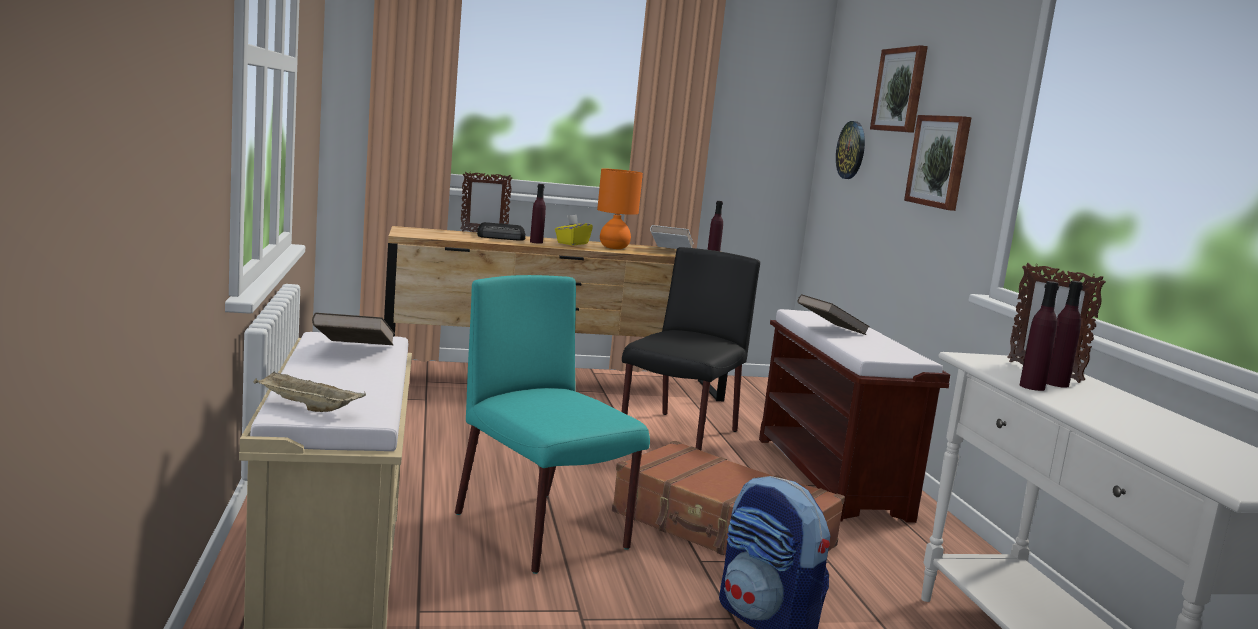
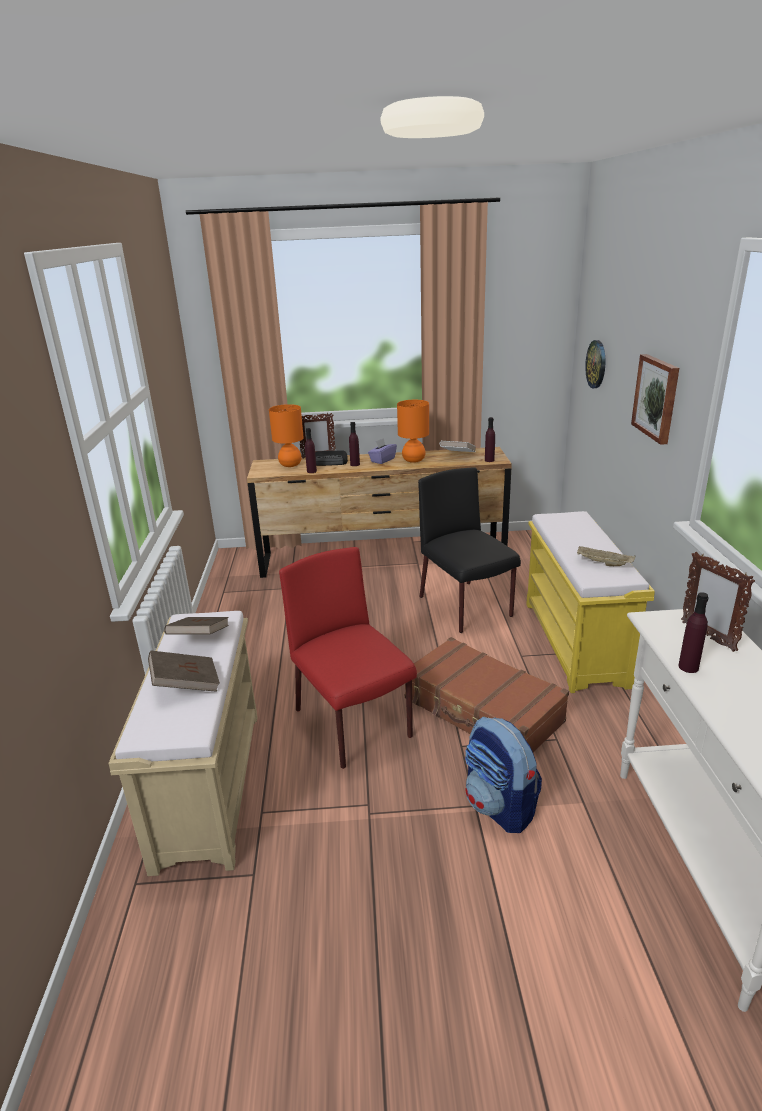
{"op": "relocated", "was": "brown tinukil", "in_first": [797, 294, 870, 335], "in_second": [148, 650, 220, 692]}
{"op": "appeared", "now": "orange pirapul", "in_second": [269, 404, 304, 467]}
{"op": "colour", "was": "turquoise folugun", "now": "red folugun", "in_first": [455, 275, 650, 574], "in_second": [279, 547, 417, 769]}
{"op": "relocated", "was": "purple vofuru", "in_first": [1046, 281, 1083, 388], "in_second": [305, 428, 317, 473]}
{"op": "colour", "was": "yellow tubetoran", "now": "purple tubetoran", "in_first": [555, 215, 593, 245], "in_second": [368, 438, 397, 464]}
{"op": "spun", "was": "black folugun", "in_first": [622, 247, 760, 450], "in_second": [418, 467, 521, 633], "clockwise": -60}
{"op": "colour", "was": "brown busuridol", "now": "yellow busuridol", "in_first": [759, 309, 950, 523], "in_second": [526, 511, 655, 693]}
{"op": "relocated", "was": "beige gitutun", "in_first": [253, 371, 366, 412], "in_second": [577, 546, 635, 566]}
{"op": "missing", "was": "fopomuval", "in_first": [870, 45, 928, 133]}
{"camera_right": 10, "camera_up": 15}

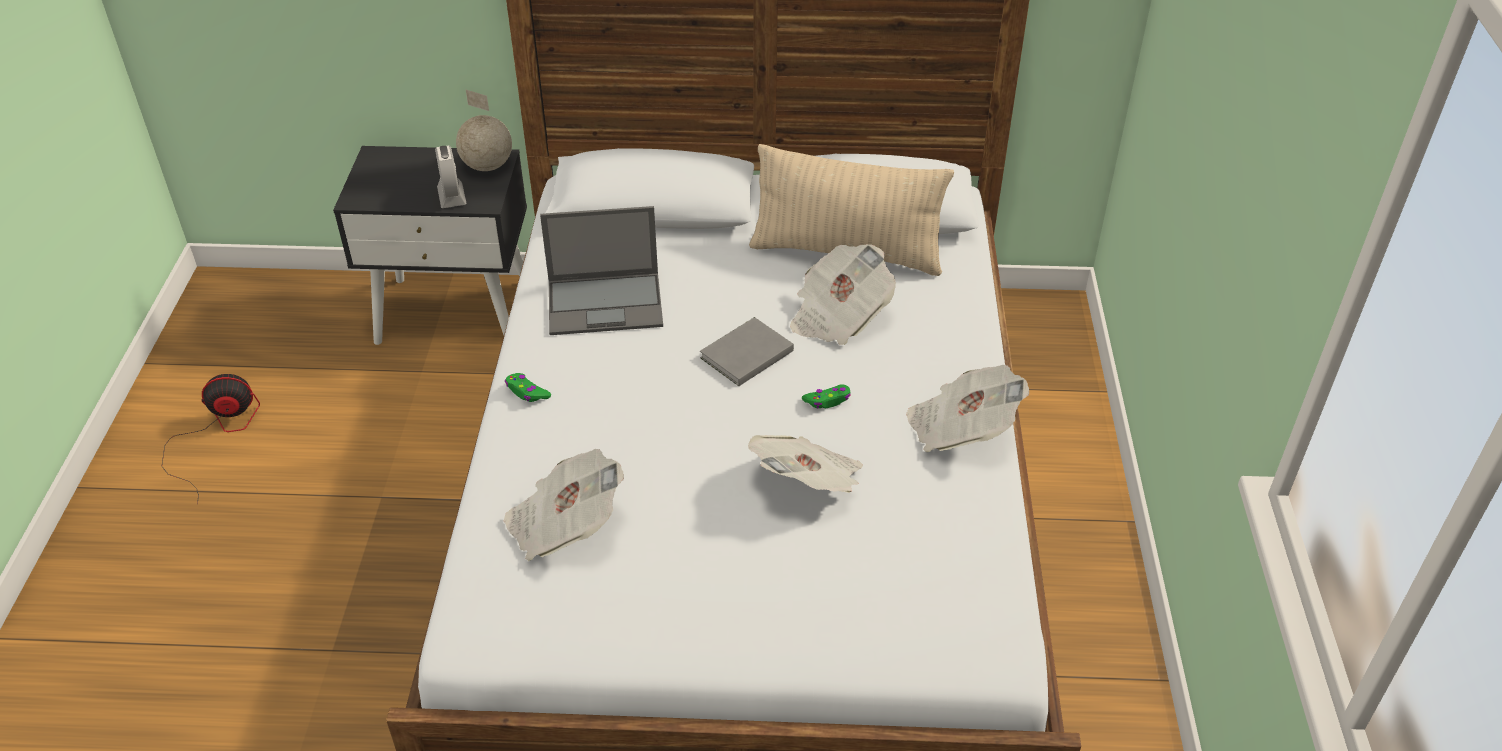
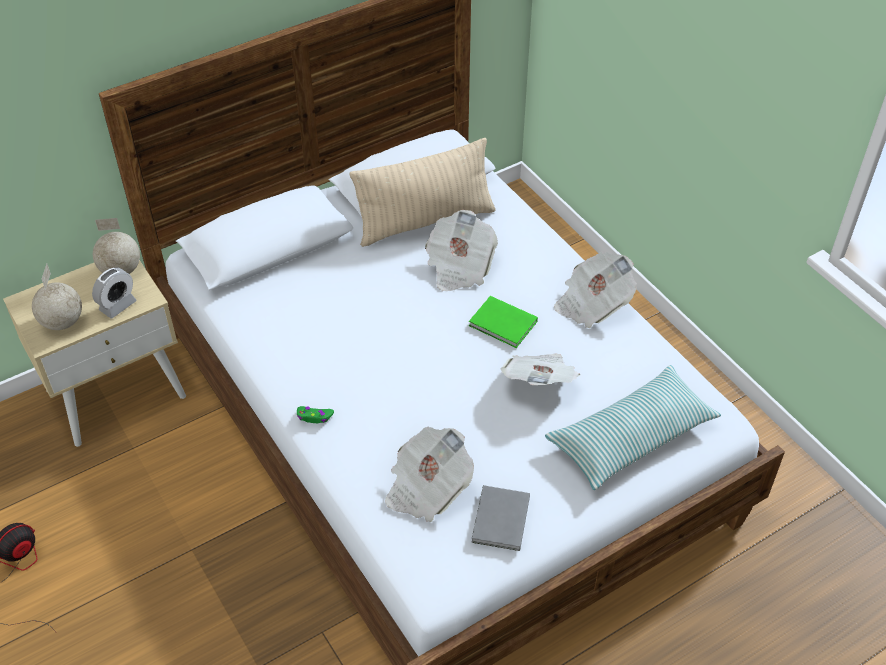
{"op": "colour", "was": "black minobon", "now": "beige minobon", "in_first": [333, 146, 527, 345], "in_second": [3, 260, 186, 447]}
{"op": "appeared", "now": "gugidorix", "in_second": [32, 264, 82, 330]}
{"op": "spun", "was": "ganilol", "in_first": [435, 145, 467, 208], "in_second": [92, 268, 137, 318], "clockwise": 90}
{"op": "exchanged", "was": "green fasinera", "now": "green tinukil", "in_first": [802, 384, 851, 408], "in_second": [469, 296, 538, 348]}
{"op": "relocated", "was": "grey tinukil", "in_first": [700, 317, 794, 386], "in_second": [472, 485, 530, 551]}
{"op": "appeared", "now": "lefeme", "in_second": [545, 365, 721, 490]}
{"op": "missing", "was": "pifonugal", "in_first": [540, 206, 663, 335]}
{"camera_right": -35, "camera_up": 5}

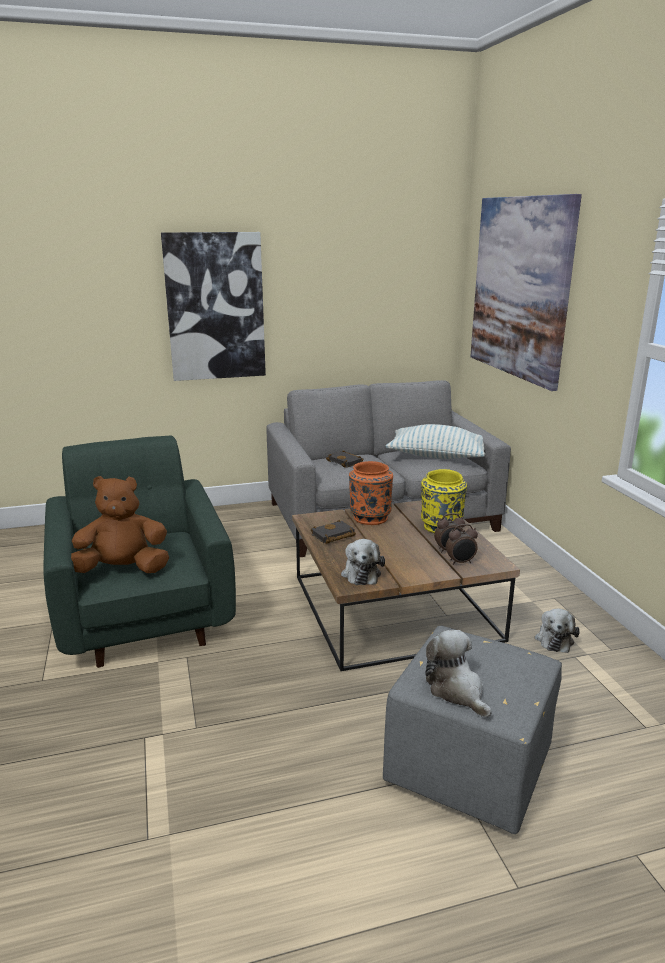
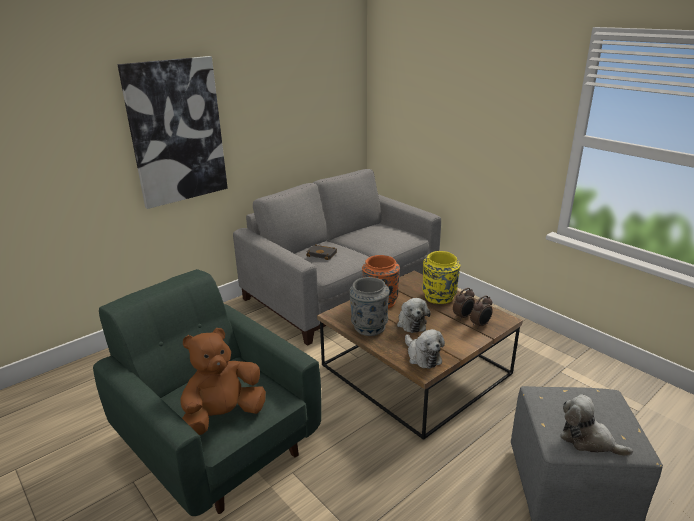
{"op": "exchanged", "was": "black tinukil", "now": "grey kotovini", "in_first": [311, 520, 356, 544], "in_second": [349, 277, 390, 336]}
{"op": "relocated", "was": "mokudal", "in_first": [535, 609, 580, 653], "in_second": [397, 298, 430, 333]}
{"op": "missing", "was": "lefeme", "in_first": [386, 424, 485, 459]}
{"op": "missing", "was": "fopomuval", "in_first": [470, 194, 582, 391]}
{"camera_right": -25, "camera_up": 5}

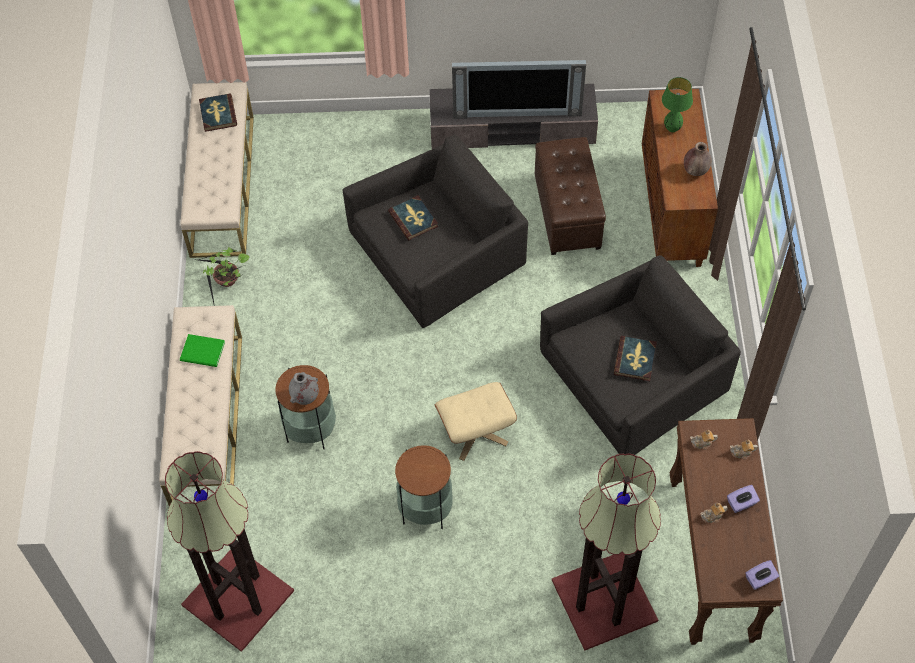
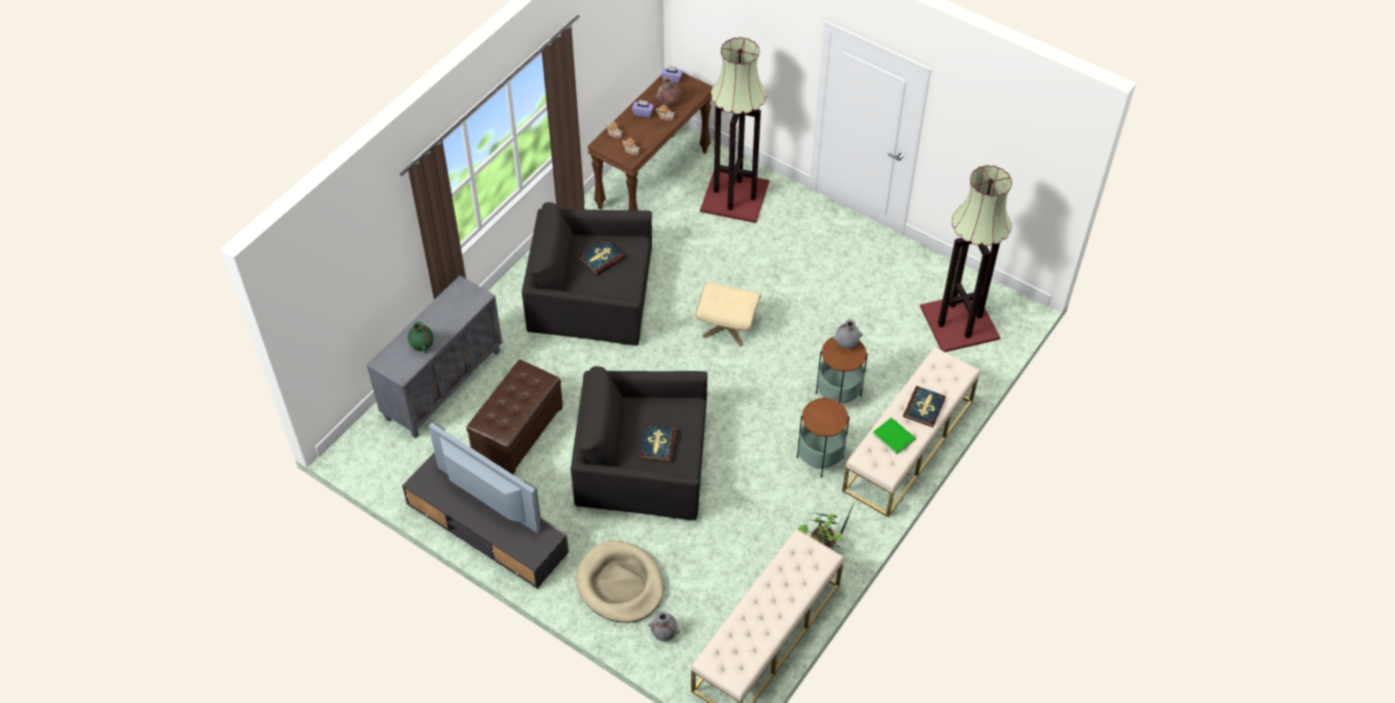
{"op": "colour", "was": "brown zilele", "now": "grey zilele", "in_first": [642, 89, 718, 267], "in_second": [367, 275, 502, 438]}
{"op": "exchanged", "was": "green pirapul", "now": "green kotovini", "in_first": [662, 77, 693, 132], "in_second": [408, 321, 433, 351]}
{"op": "appeared", "now": "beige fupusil", "in_second": [576, 540, 664, 623]}
{"op": "appeared", "now": "grey kotovini", "in_second": [649, 611, 680, 641]}
{"op": "relocated", "was": "brown kotovini", "in_first": [684, 142, 712, 176], "in_second": [655, 77, 682, 106]}
{"op": "relocated", "was": "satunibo", "in_first": [395, 445, 453, 529], "in_second": [797, 397, 850, 478]}
{"op": "relocated", "was": "tinukil", "in_first": [199, 94, 237, 132], "in_second": [903, 386, 946, 427]}
{"camera_right": -145, "camera_up": -5}

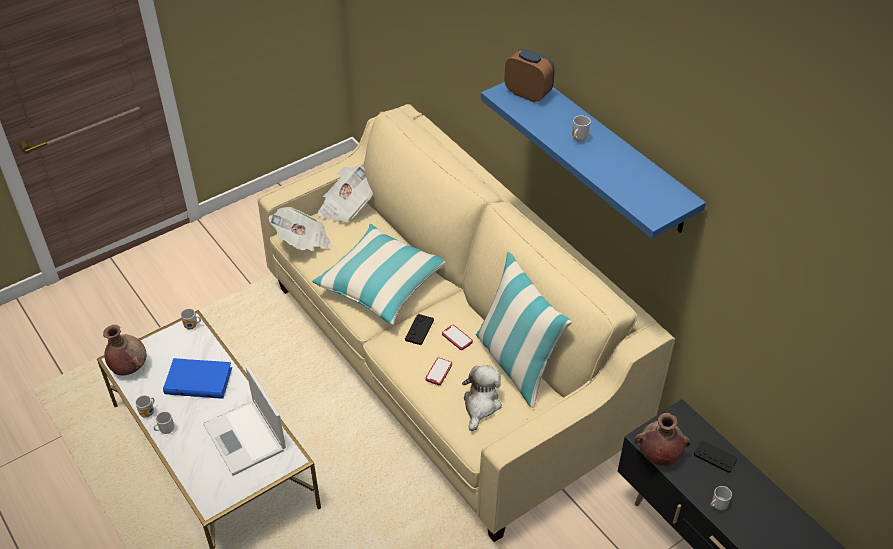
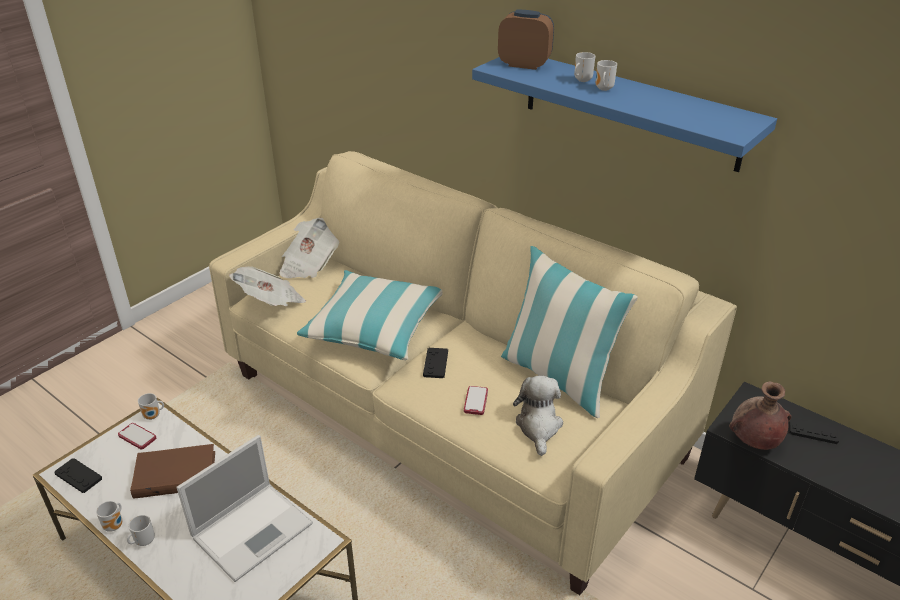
{"op": "exchanged", "was": "brown kotovini", "now": "black fasinera", "in_first": [103, 325, 147, 376], "in_second": [54, 458, 102, 493]}
{"op": "relocated", "was": "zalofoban", "in_first": [442, 325, 473, 350], "in_second": [118, 423, 156, 450]}
{"op": "colour", "was": "blue tinukil", "now": "brown tinukil", "in_first": [163, 358, 232, 399], "in_second": [130, 444, 215, 499]}
{"op": "spun", "was": "pifonugal", "in_first": [203, 366, 286, 476], "in_second": [176, 435, 313, 582], "clockwise": -90}
{"op": "relocated", "was": "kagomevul", "in_first": [710, 486, 732, 510], "in_second": [575, 52, 595, 82]}
{"camera_right": -15, "camera_up": -10}

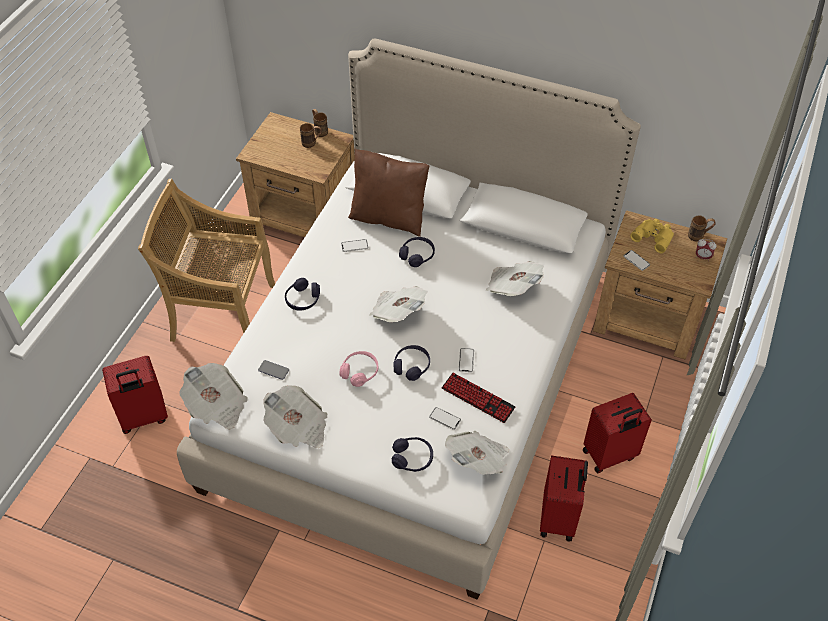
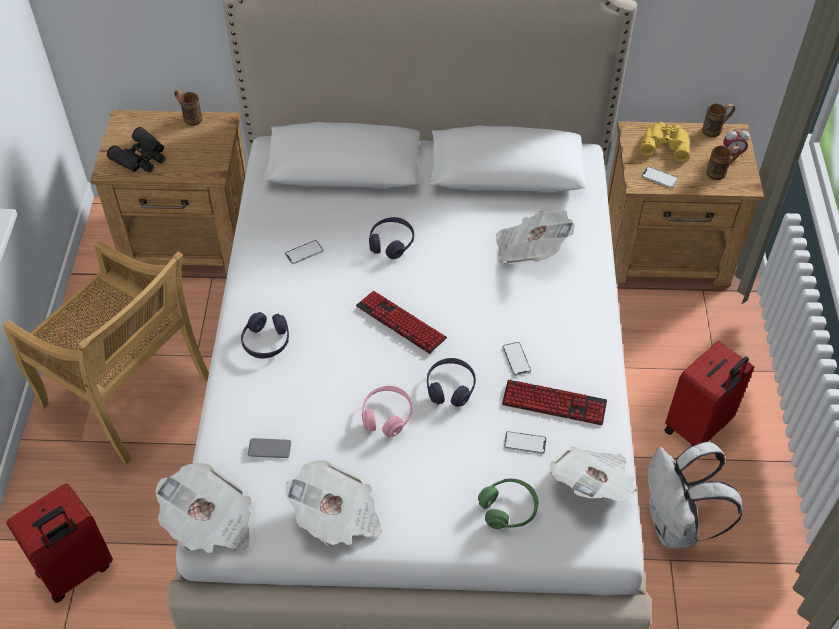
{"op": "spun", "was": "beige folugun", "in_first": [138, 179, 275, 342], "in_second": [3, 241, 209, 464], "clockwise": -135}
{"op": "appeared", "now": "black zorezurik", "in_second": [107, 127, 165, 172]}
{"op": "exchanged", "was": "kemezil", "now": "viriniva", "in_first": [370, 286, 428, 322], "in_second": [356, 291, 447, 354]}
{"op": "colour", "was": "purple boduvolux", "now": "green boduvolux", "in_first": [391, 437, 433, 472], "in_second": [478, 479, 538, 529]}
{"op": "exchanged", "was": "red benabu", "now": "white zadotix", "in_first": [540, 455, 588, 542], "in_second": [648, 441, 743, 548]}
{"op": "relocated", "was": "brown kagomevul", "in_first": [300, 123, 322, 148], "in_second": [706, 145, 741, 180]}
{"op": "missing", "was": "brown lefeme", "in_first": [348, 149, 430, 237]}
{"camera_right": -20, "camera_up": 0}

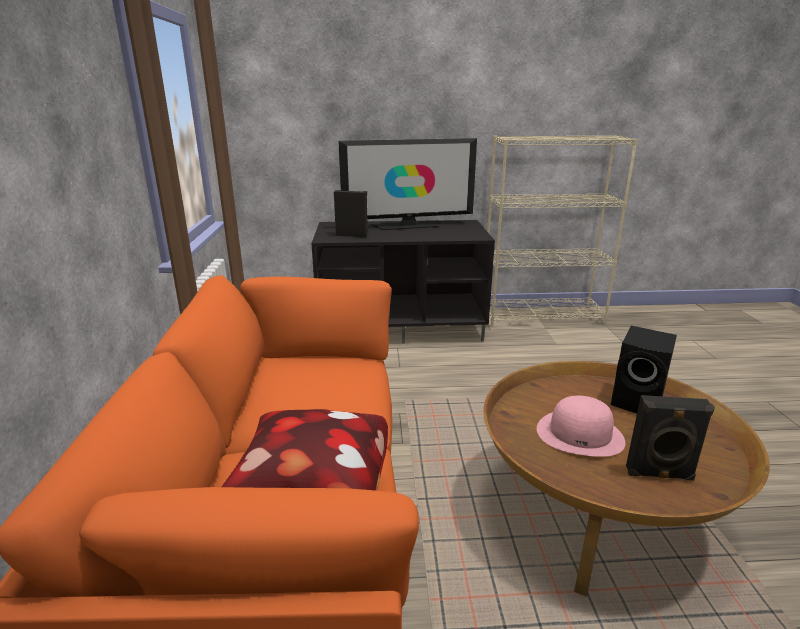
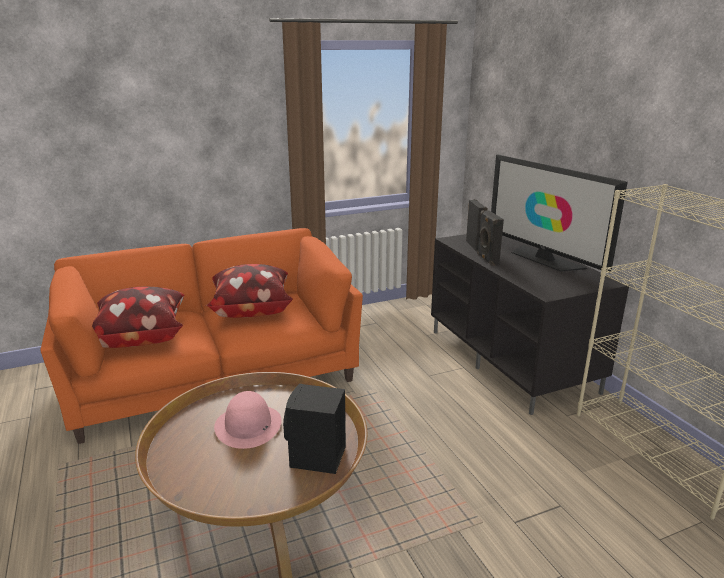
{"op": "appeared", "now": "lefeme", "in_second": [206, 264, 293, 318]}
{"op": "relocated", "was": "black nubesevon", "in_first": [626, 395, 715, 481], "in_second": [477, 210, 504, 266]}
{"camera_right": 70, "camera_up": 0}

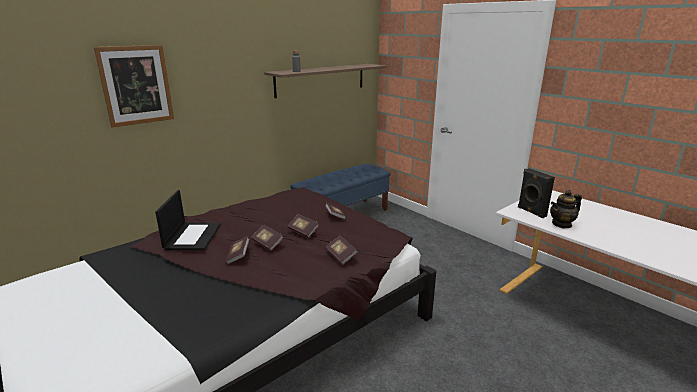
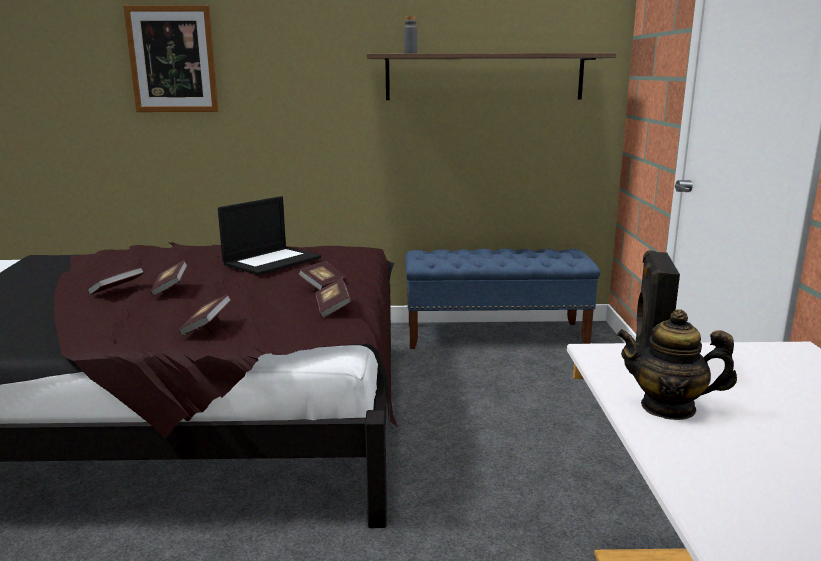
{"op": "relocated", "was": "pifonugal", "in_first": [155, 190, 221, 250], "in_second": [218, 196, 321, 275]}
{"op": "relocated", "was": "tinukil", "in_first": [287, 214, 319, 238], "in_second": [315, 278, 351, 318]}
{"camera_right": 40, "camera_up": -5}

